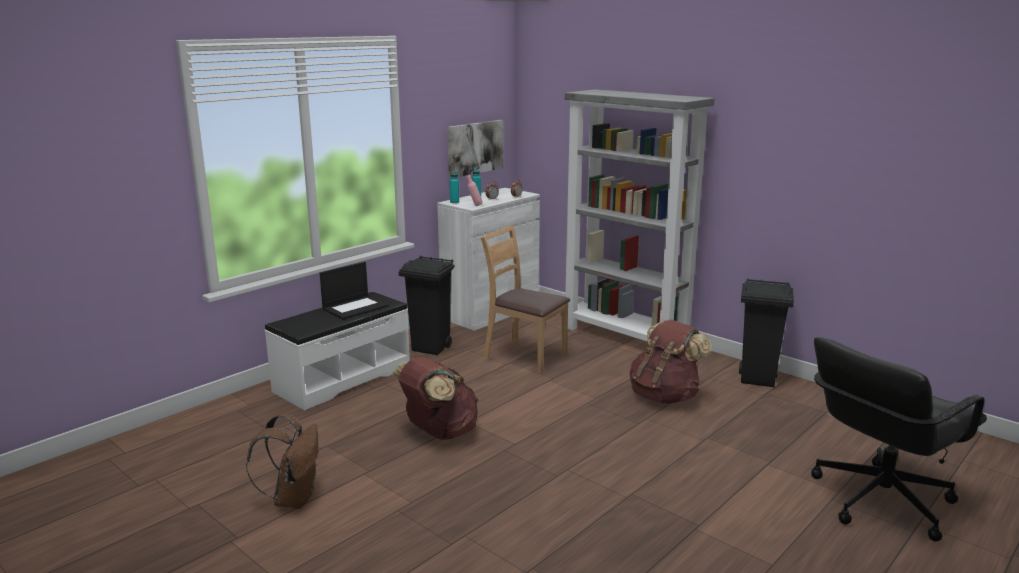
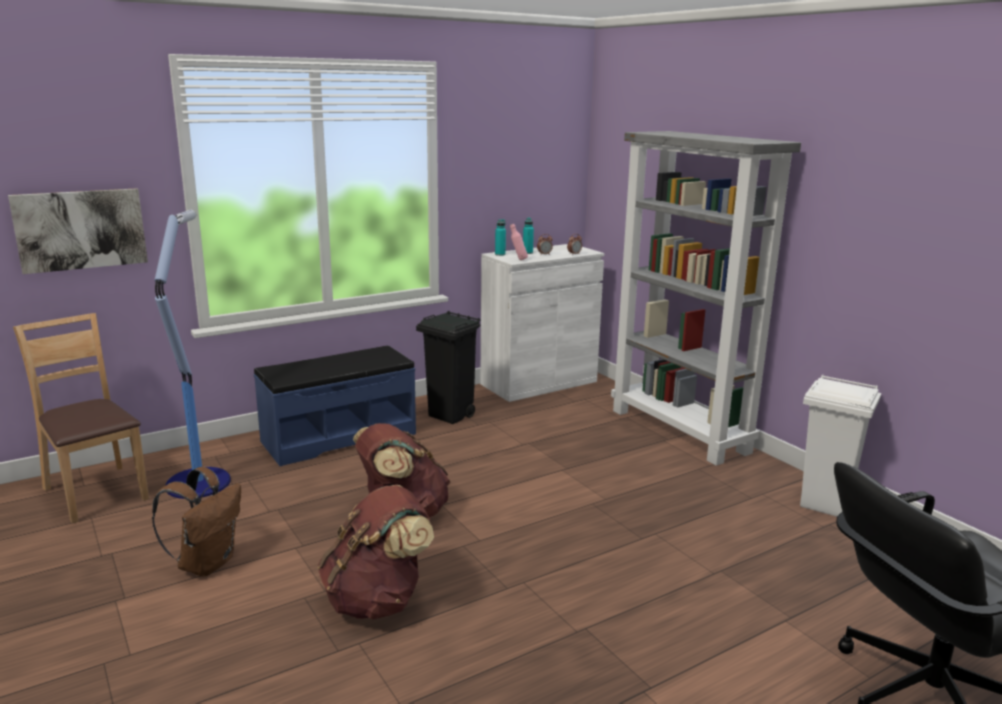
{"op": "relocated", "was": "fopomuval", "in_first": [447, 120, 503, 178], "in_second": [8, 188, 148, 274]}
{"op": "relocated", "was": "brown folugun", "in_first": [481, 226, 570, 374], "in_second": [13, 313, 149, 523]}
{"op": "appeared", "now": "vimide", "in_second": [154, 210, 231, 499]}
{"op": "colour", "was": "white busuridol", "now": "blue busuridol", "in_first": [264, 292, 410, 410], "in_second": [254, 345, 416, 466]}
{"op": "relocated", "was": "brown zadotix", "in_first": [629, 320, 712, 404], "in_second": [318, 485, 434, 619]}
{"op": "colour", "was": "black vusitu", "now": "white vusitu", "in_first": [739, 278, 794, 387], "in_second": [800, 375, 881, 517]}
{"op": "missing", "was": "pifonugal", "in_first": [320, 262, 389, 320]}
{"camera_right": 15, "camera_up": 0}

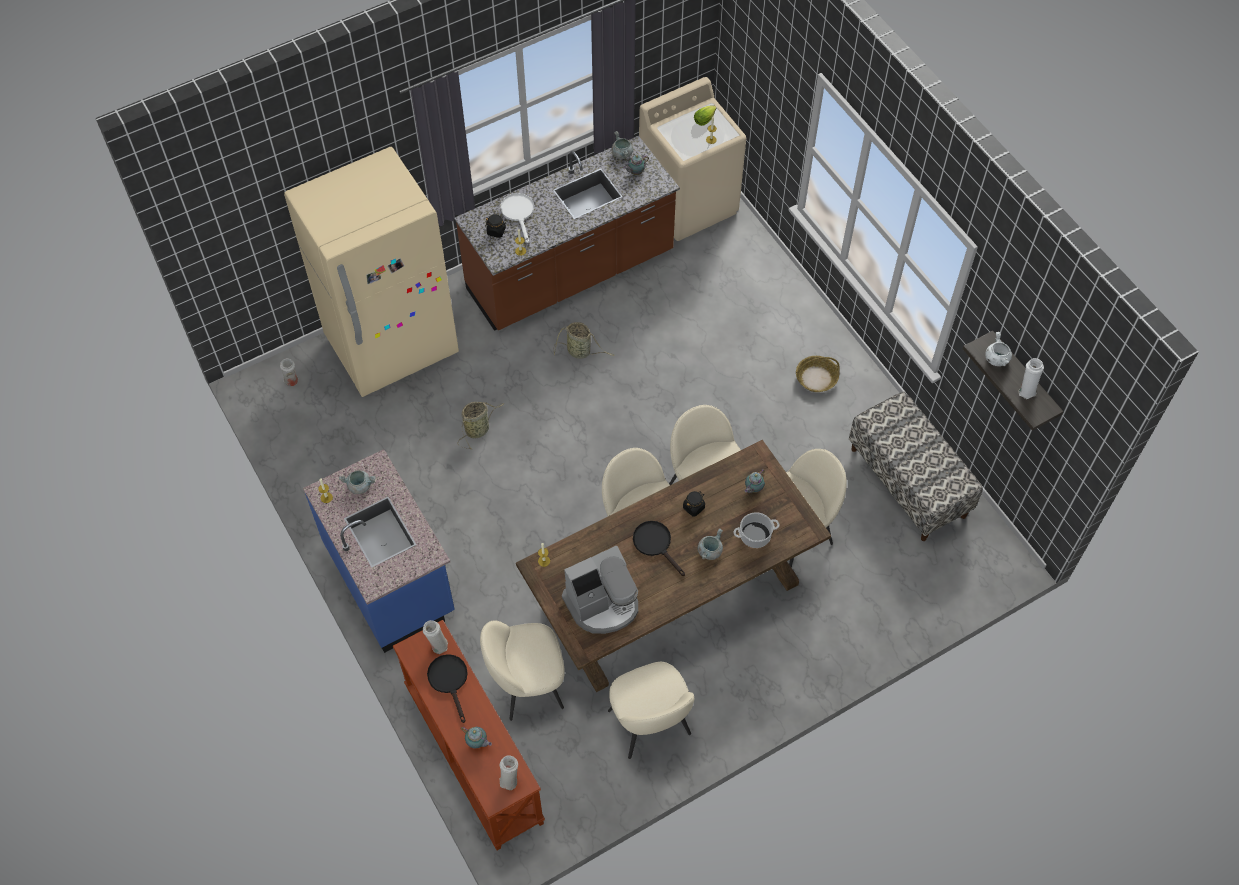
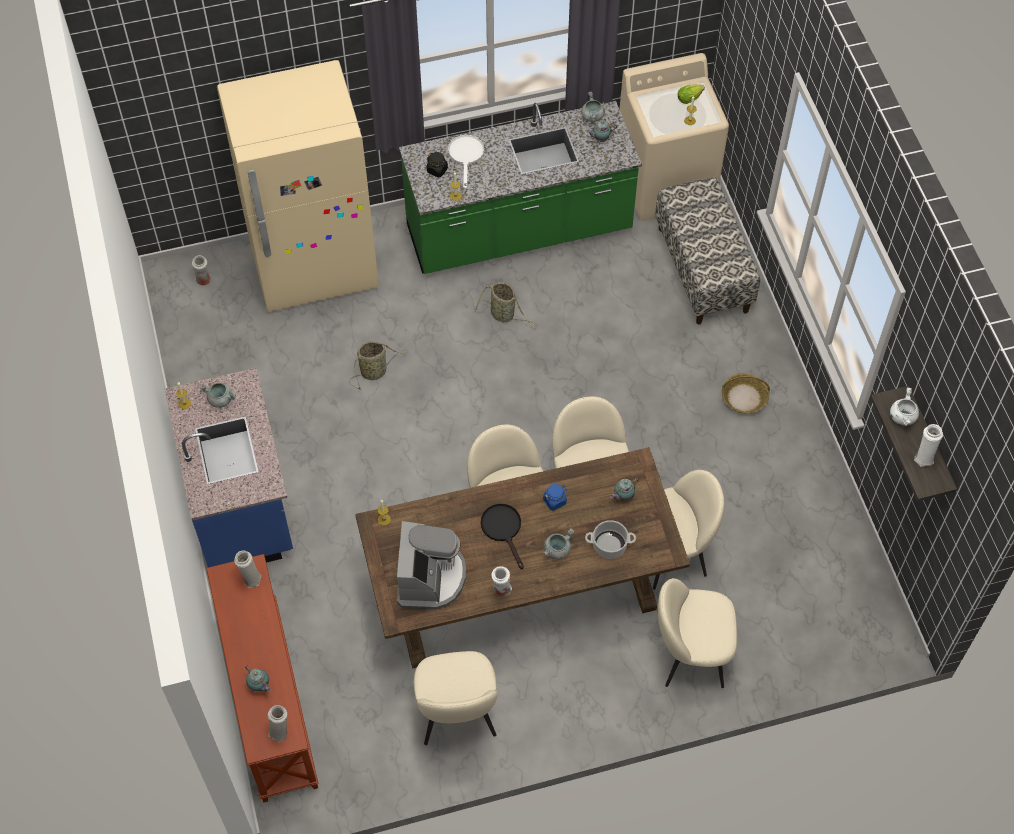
{"op": "spun", "was": "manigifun", "in_first": [562, 545, 638, 634], "in_second": [397, 521, 466, 609], "clockwise": -75}
{"op": "colour", "was": "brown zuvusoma", "now": "green zuvusoma", "in_first": [454, 136, 680, 331], "in_second": [399, 101, 642, 274]}
{"op": "appeared", "now": "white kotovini", "in_second": [491, 566, 512, 596]}
{"op": "colour", "was": "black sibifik", "now": "blue sibifik", "in_first": [683, 491, 705, 517], "in_second": [543, 484, 567, 511]}
{"op": "relocated", "was": "busuridol", "in_first": [849, 391, 983, 541], "in_second": [655, 177, 760, 324]}
{"op": "relocated", "was": "beige folugun", "in_first": [480, 621, 565, 721], "in_second": [658, 578, 737, 688]}
{"op": "missing", "was": "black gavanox", "in_first": [427, 654, 468, 723]}
{"camera_right": 15, "camera_up": 0}

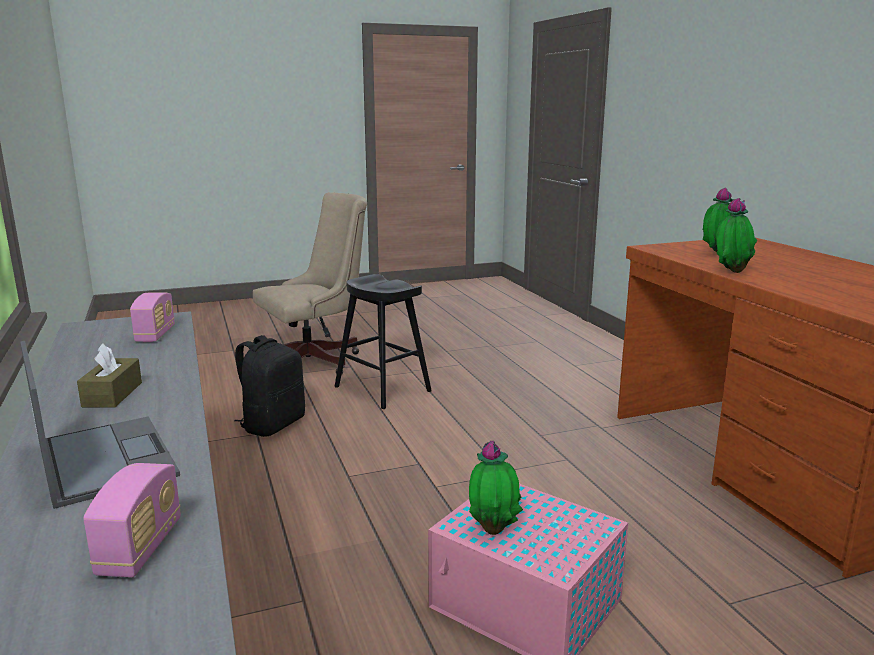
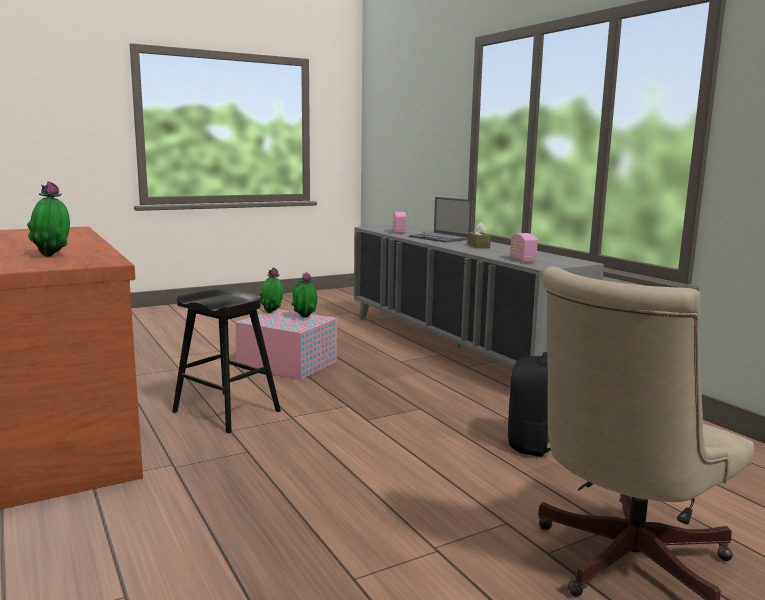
{"op": "relocated", "was": "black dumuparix", "in_first": [335, 274, 432, 409], "in_second": [172, 289, 281, 433]}
{"op": "relocated", "was": "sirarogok", "in_first": [716, 198, 757, 273], "in_second": [259, 267, 283, 313]}
{"camera_right": 170, "camera_up": -5}

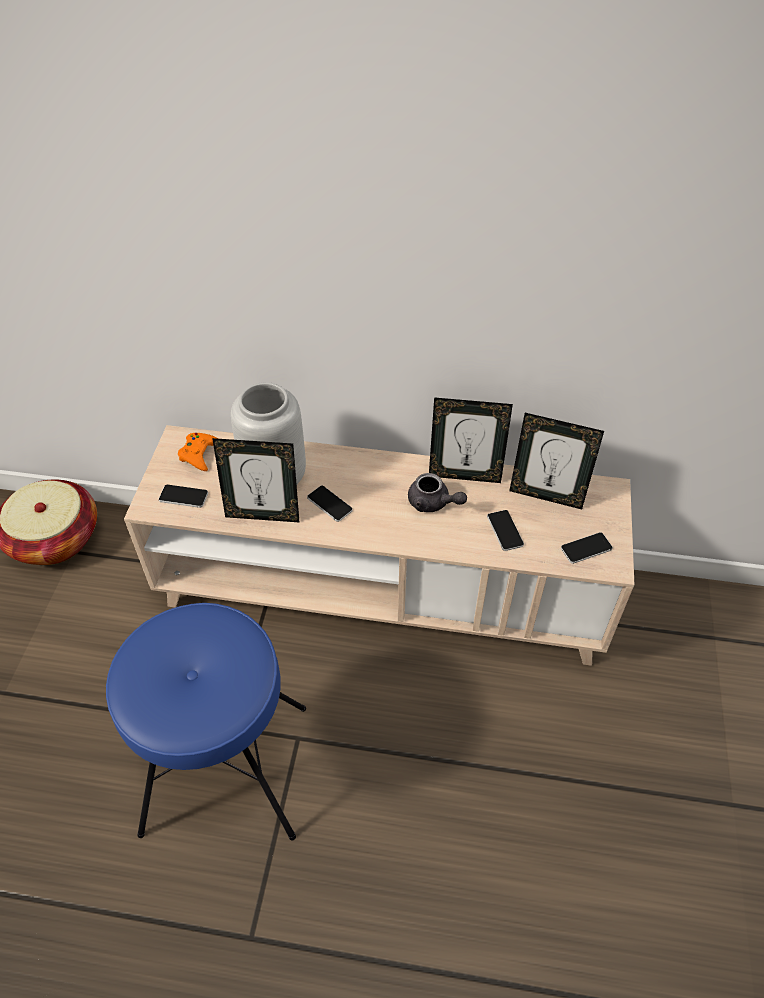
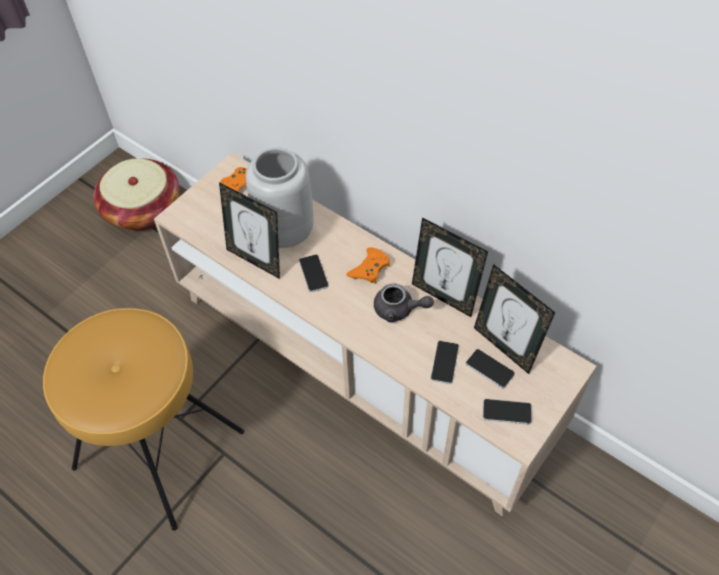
{"op": "colour", "was": "blue dumuparix", "now": "brown dumuparix", "in_first": [106, 603, 306, 840], "in_second": [43, 308, 244, 531]}
{"op": "appeared", "now": "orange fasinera", "in_second": [346, 248, 390, 284]}
{"op": "spun", "was": "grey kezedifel", "in_first": [408, 473, 467, 512], "in_second": [374, 283, 434, 323], "clockwise": -45}
{"op": "relocated", "was": "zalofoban", "in_first": [159, 485, 208, 508], "in_second": [466, 349, 515, 388]}
{"camera_right": 30, "camera_up": 5}

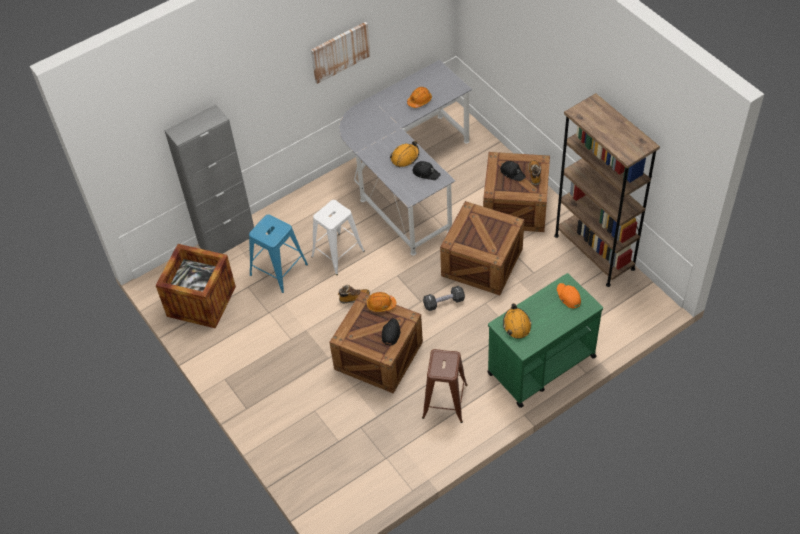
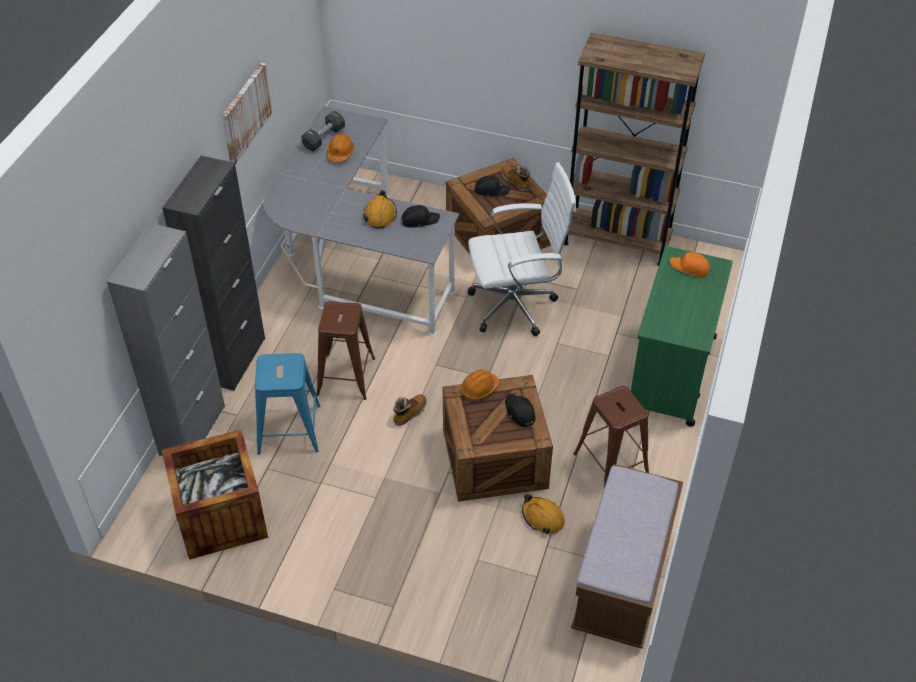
{"op": "appeared", "now": "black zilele", "in_second": [162, 156, 265, 391]}
{"op": "relocated", "was": "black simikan", "in_first": [423, 286, 465, 311], "in_second": [301, 111, 345, 151]}
{"op": "colour", "was": "white dumuparix", "now": "brown dumuparix", "in_first": [311, 200, 365, 275], "in_second": [316, 301, 375, 400]}
{"op": "exchanged", "was": "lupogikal", "now": "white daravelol", "in_first": [440, 201, 524, 295], "in_second": [468, 162, 576, 336]}
{"op": "relocated", "was": "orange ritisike", "in_first": [503, 303, 532, 339], "in_second": [522, 494, 565, 534]}
{"op": "appeared", "now": "brown busuridol", "in_second": [571, 464, 683, 649]}
{"camera_right": -40, "camera_up": -5}

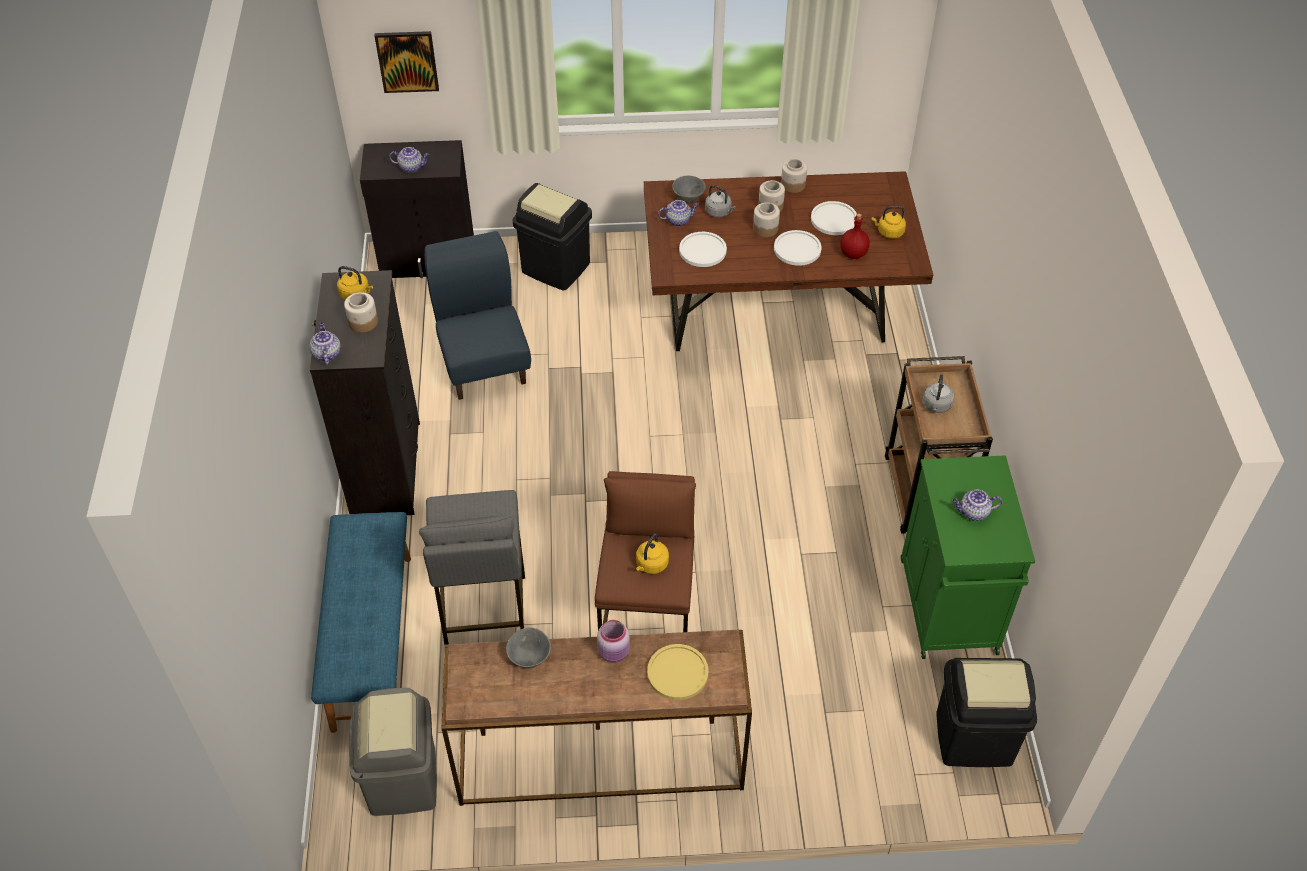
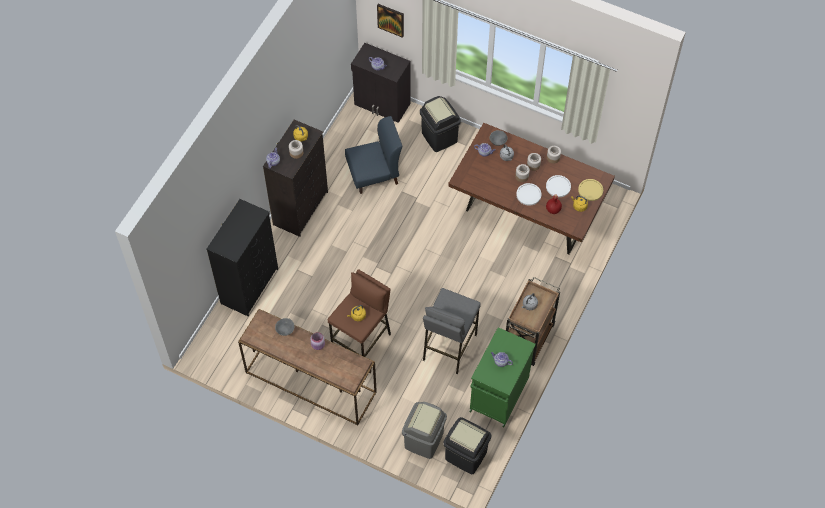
{"op": "exchanged", "was": "blue busuridol", "now": "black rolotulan", "in_first": [311, 512, 411, 733], "in_second": [206, 199, 278, 316]}
{"op": "spun", "was": "blue folugun", "in_first": [424, 231, 531, 400], "in_second": [345, 116, 402, 194], "clockwise": 60}
{"op": "relocated", "was": "grey vusitu", "in_first": [349, 688, 437, 816], "in_second": [402, 402, 447, 459]}
{"op": "relocated", "was": "grey dumuparix", "in_first": [419, 490, 525, 645], "in_second": [423, 288, 481, 374]}
{"op": "relocated", "was": "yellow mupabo", "in_first": [647, 644, 708, 700], "in_second": [578, 179, 603, 201]}
{"op": "missing", "was": "white mupabo", "in_first": [679, 232, 727, 267]}
{"camera_right": 30, "camera_up": 10}

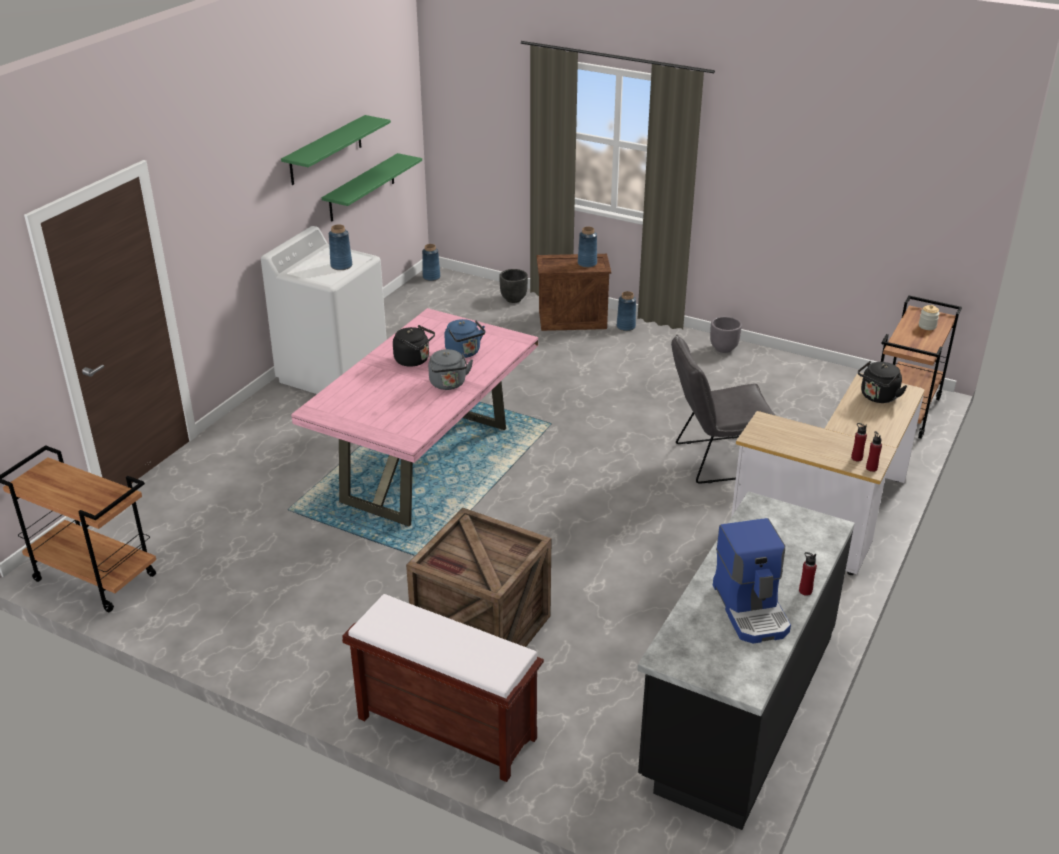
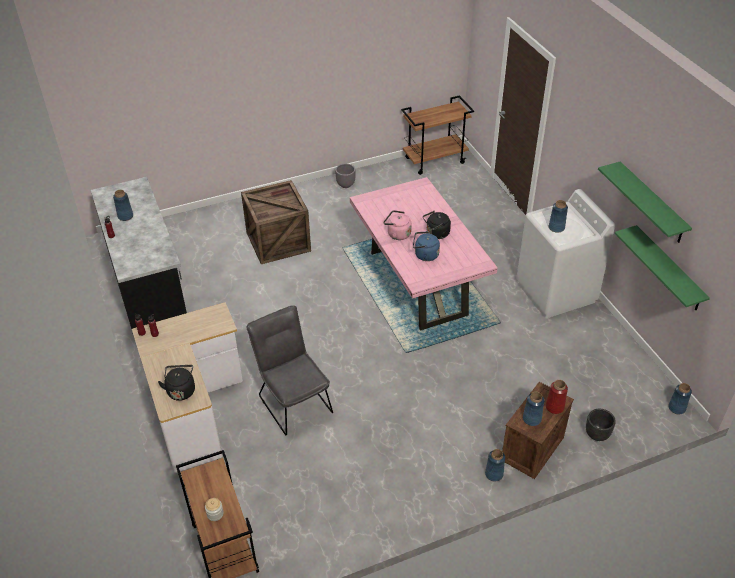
{"op": "exchanged", "was": "manigifun", "now": "blue kotovini", "in_first": [713, 518, 791, 644], "in_second": [113, 190, 133, 221]}
{"op": "spun", "was": "grey folugun", "in_first": [671, 335, 776, 484], "in_second": [246, 305, 333, 435], "clockwise": -60}
{"op": "relocated", "was": "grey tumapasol", "in_first": [710, 316, 742, 353], "in_second": [335, 164, 356, 188]}
{"op": "colour", "was": "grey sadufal", "now": "pink sadufal", "in_first": [428, 349, 473, 390], "in_second": [383, 210, 412, 240]}
{"op": "appeared", "now": "red kotovini", "in_second": [546, 380, 568, 414]}
{"op": "missing", "was": "brown busuridol", "in_first": [342, 594, 544, 782]}
{"camera_right": 130, "camera_up": 10}

